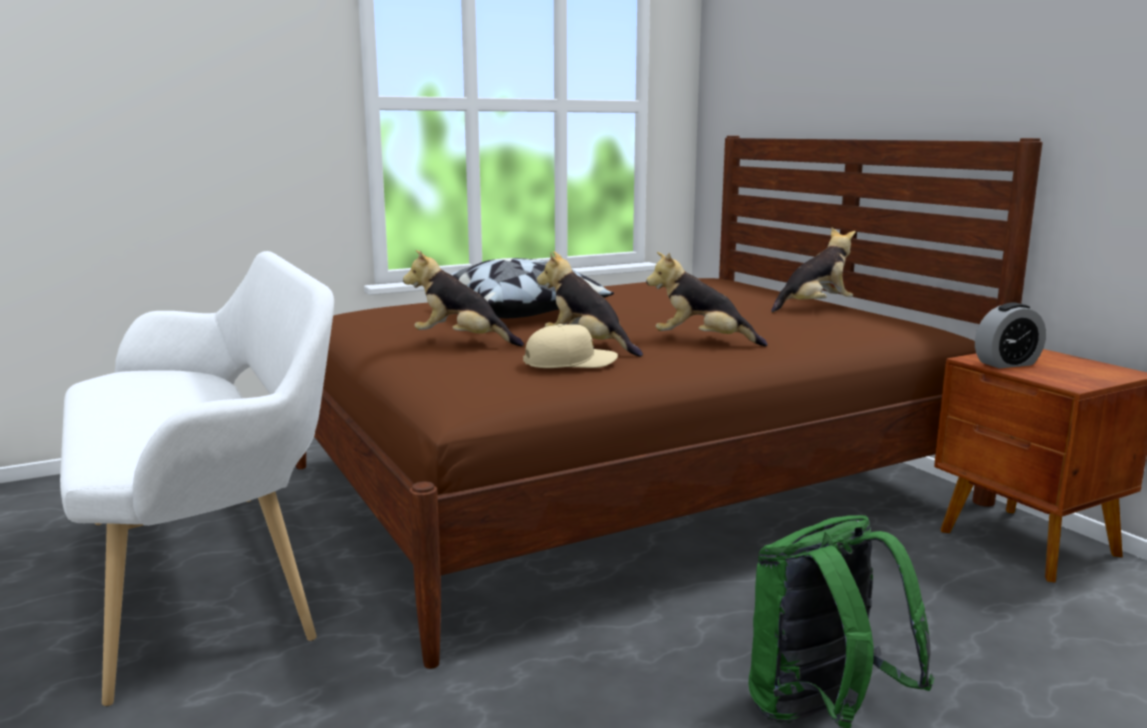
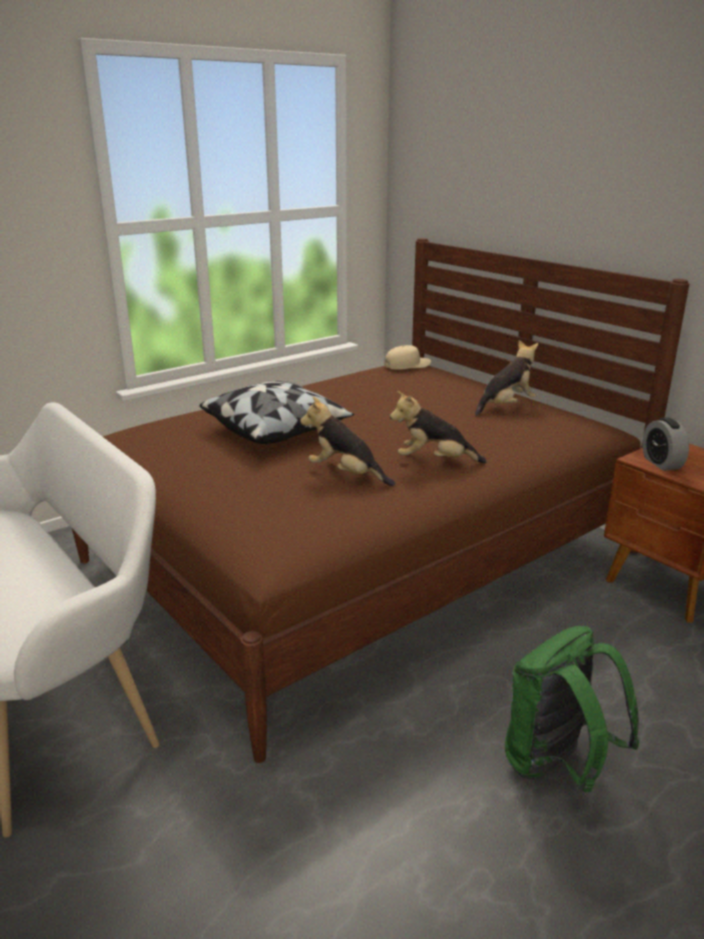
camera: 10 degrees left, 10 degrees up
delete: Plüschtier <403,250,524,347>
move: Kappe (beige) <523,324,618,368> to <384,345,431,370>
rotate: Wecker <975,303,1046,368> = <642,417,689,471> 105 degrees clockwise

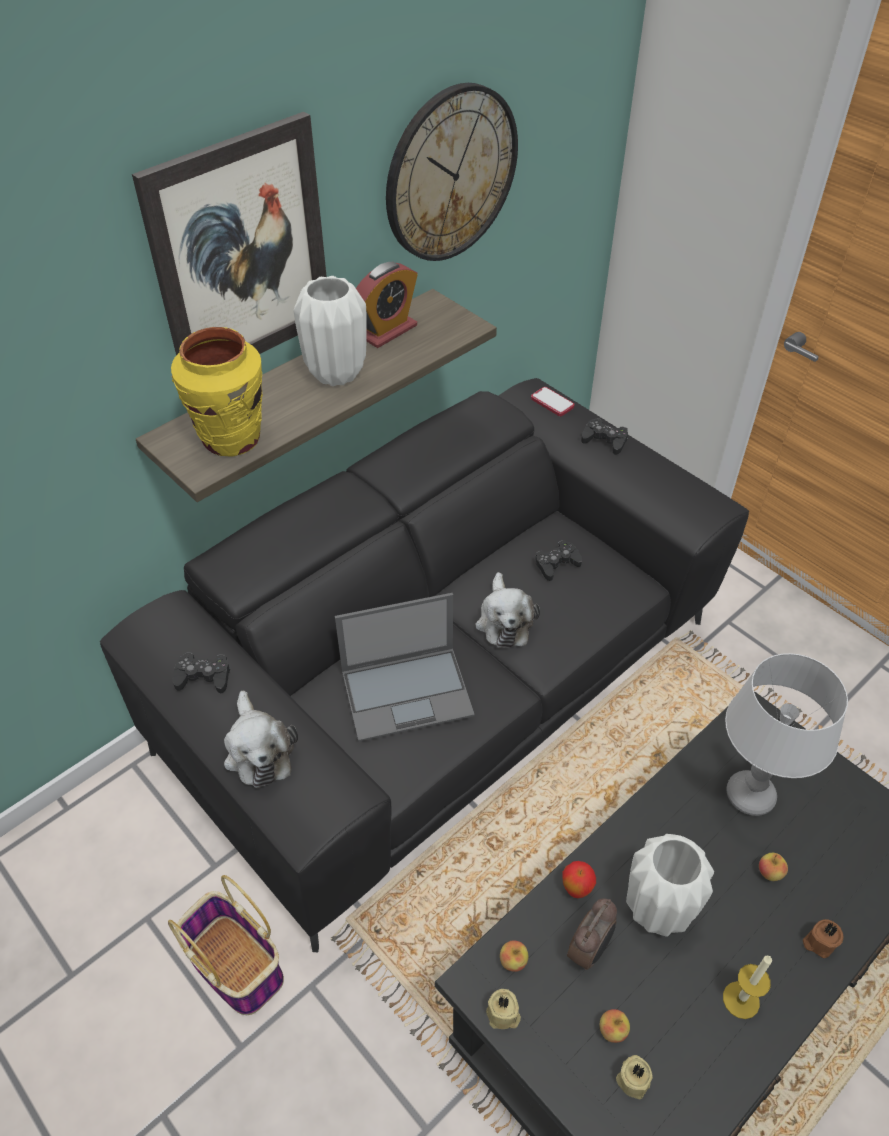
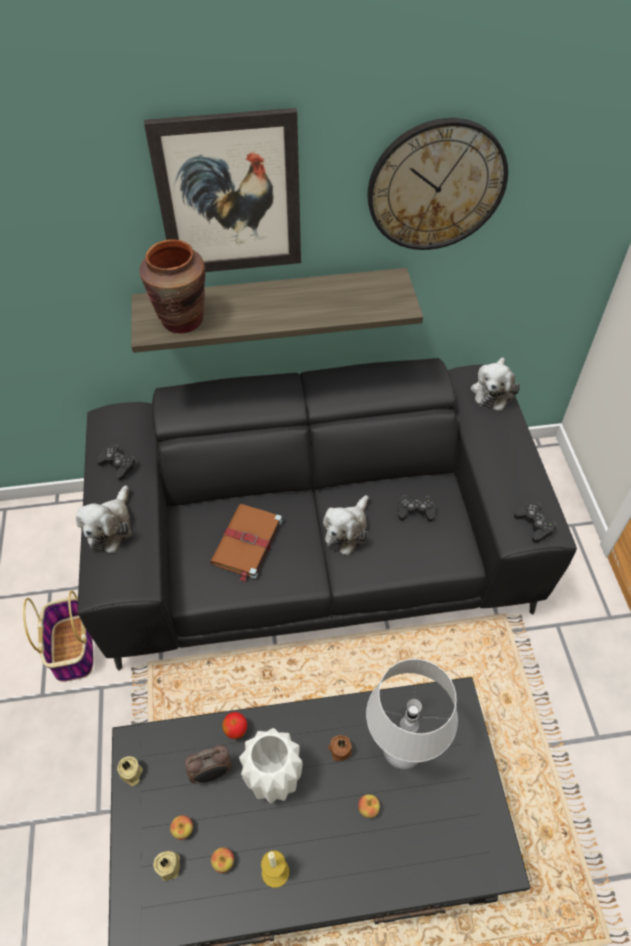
camera: 35 degrees right, 5 degrees up
delete: Vase (weiß) <294,276,367,386>; Wecker <356,262,418,348>
move: Apfel <500,940,529,972> to <211,847,234,873>; Gamepad (schwarz) <581,418,628,455> to <514,502,557,543>; Kerze (braun) <803,919,843,958> to <328,735,352,761>
replace: Laptop <335,593,475,742> to Buch (braun) <210,504,282,582>; Handy <531,387,575,416> to Plüschtier <471,357,520,411>
recolor: Vase (gelb) <171,327,263,457> to Vase (braun) <140,239,205,334>

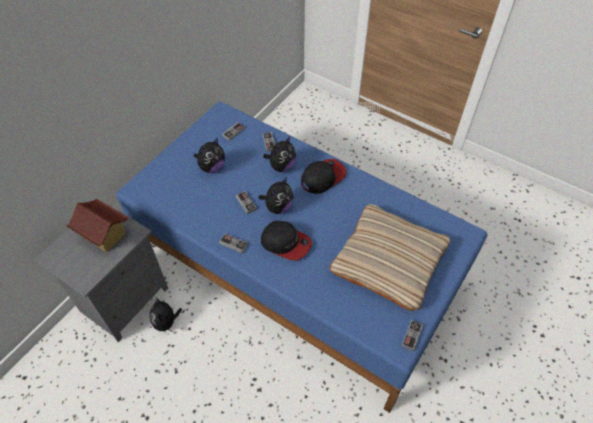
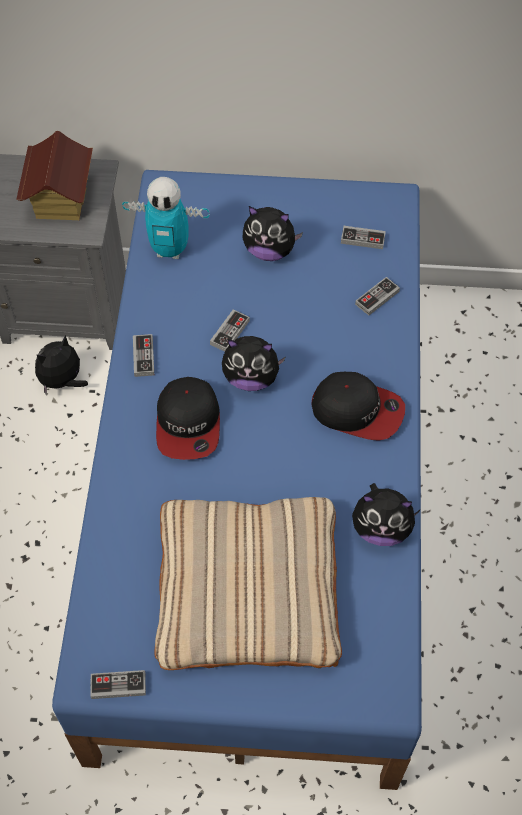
camera: 60 degrees right, 5 degrees up
insert: Spielzeugroboter <122,177,209,259>
move: Plüschtier <263,137,296,172> to <352,483,421,546>

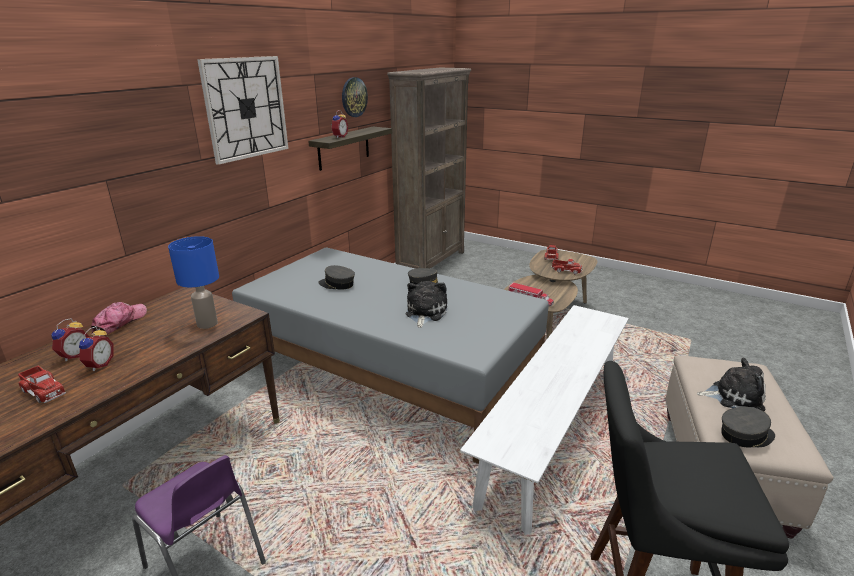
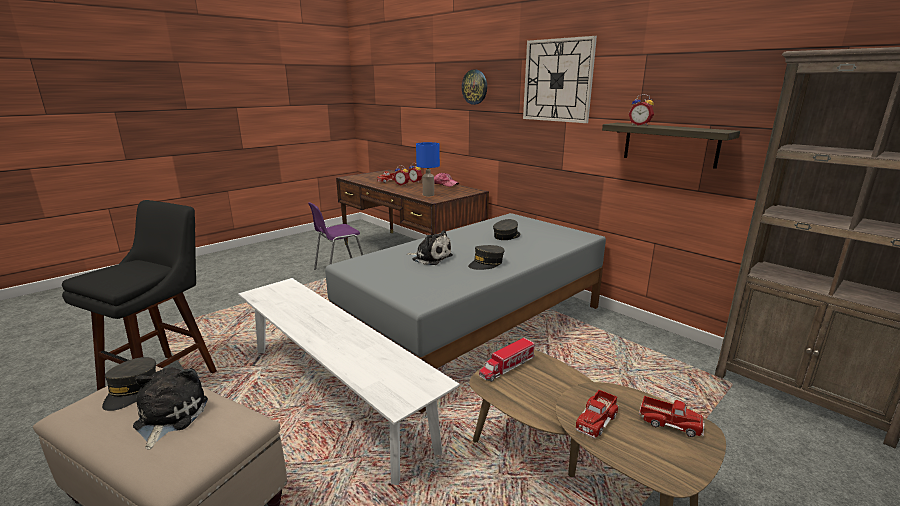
camera: 105 degrees right, 5 degrees down
move: Wanduhr <342,77,368,117> to <462,70,487,105>
rotate: Plüschtier <697,358,766,411> = <133,367,208,449> 150 degrees clockwise

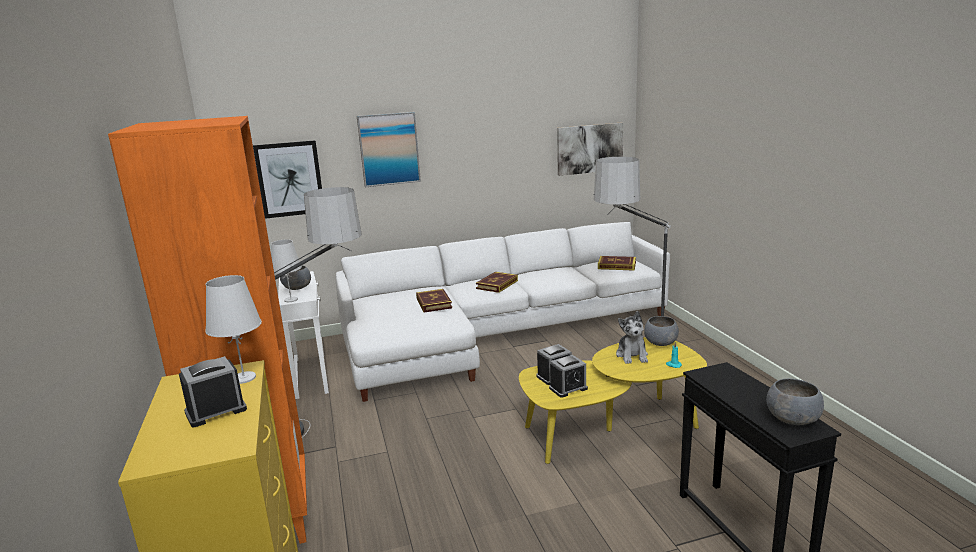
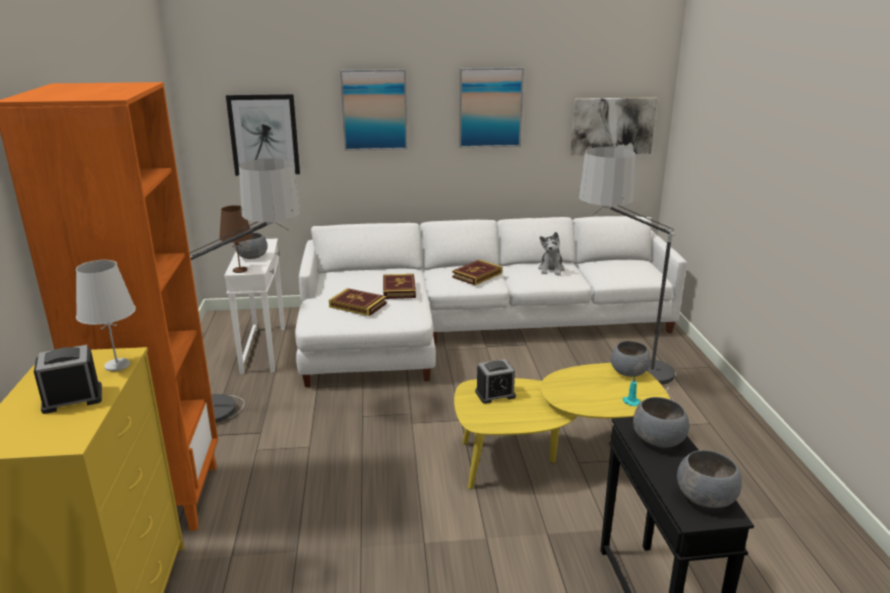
camera: 10 degrees right, 5 degrees up
delete: Wecker <549,355,588,398>
insert: Bild <459,67,524,148>; Schüssel (grau) <633,397,689,448>
move: Buch <598,256,636,271> to <329,288,387,316>; Plüschtier <616,311,648,364> to <538,232,565,275>
recolor: Tischlampe (weiß) <271,239,302,302> to Tischlampe (braun) <219,205,253,273>

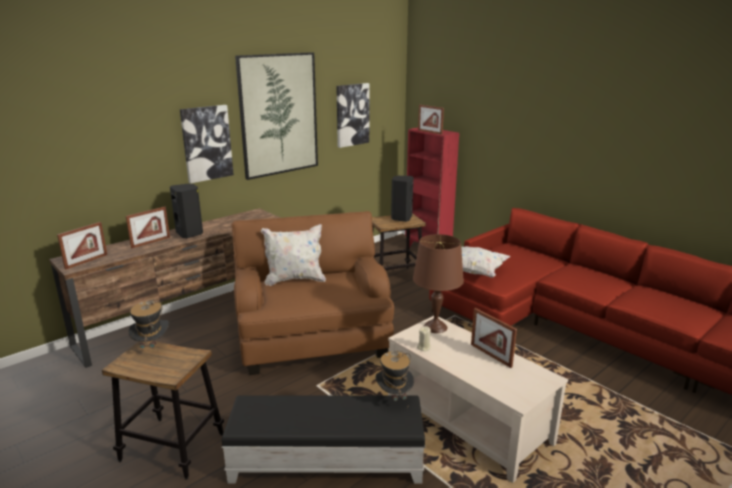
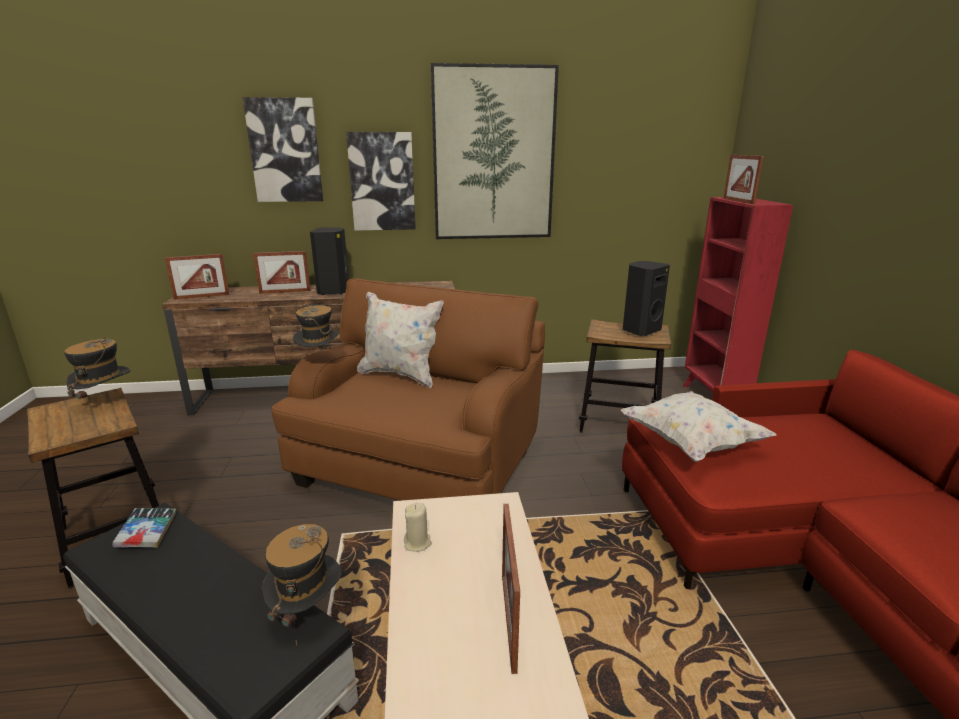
camera: 35 degrees right, 0 degrees up
delete: Tischlampe (braun) <413,234,464,333>
insert: Buch <112,508,176,548>; Hut <293,304,340,352>
move: Bild <336,83,369,148> to <243,97,323,202>

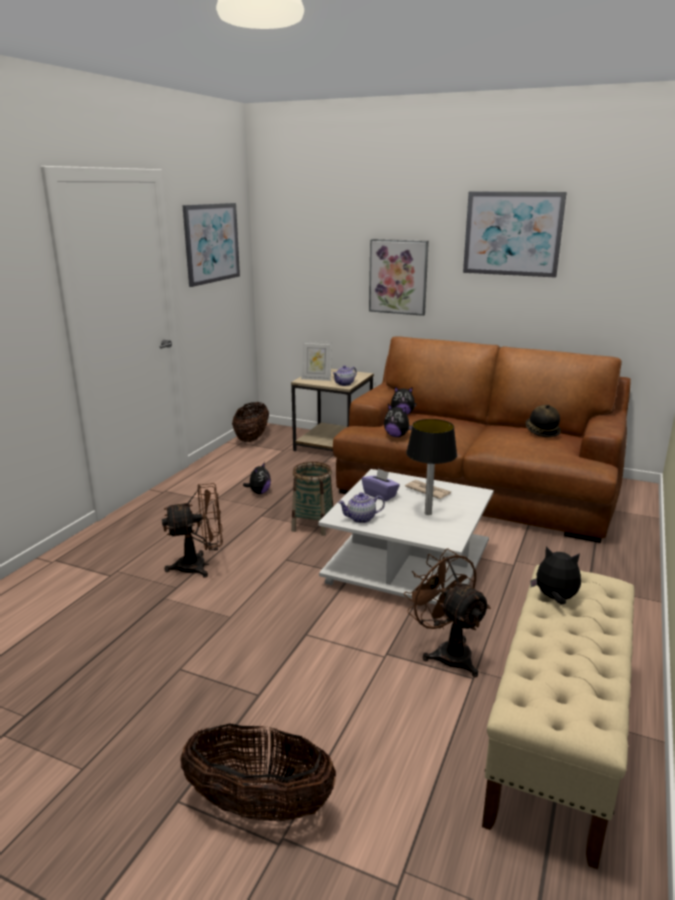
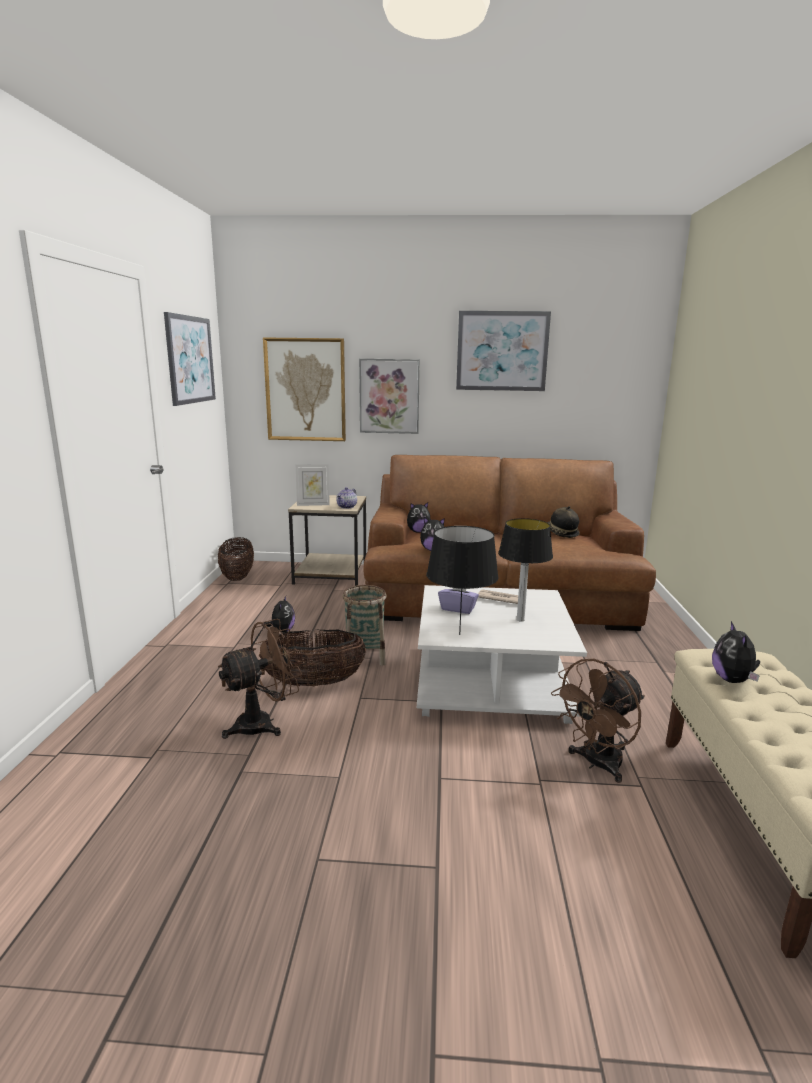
camera: 20 degrees left, 5 degrees down
insert: Bild <263,337,346,441>
move: Korb <180,723,336,822> to <259,629,366,687>
replace: Teekanne <338,492,385,523> to Tischlampe (schwarz) <426,526,499,635>
rotate: Ventilator (braun) <404,548,491,677> = <551,659,645,783> 75 degrees counterclockwise; Plüschtier <530,546,581,605> = <712,621,760,683> 90 degrees counterclockwise

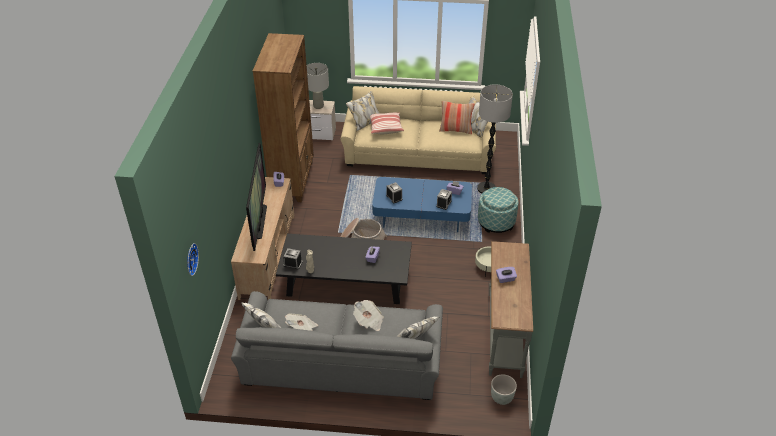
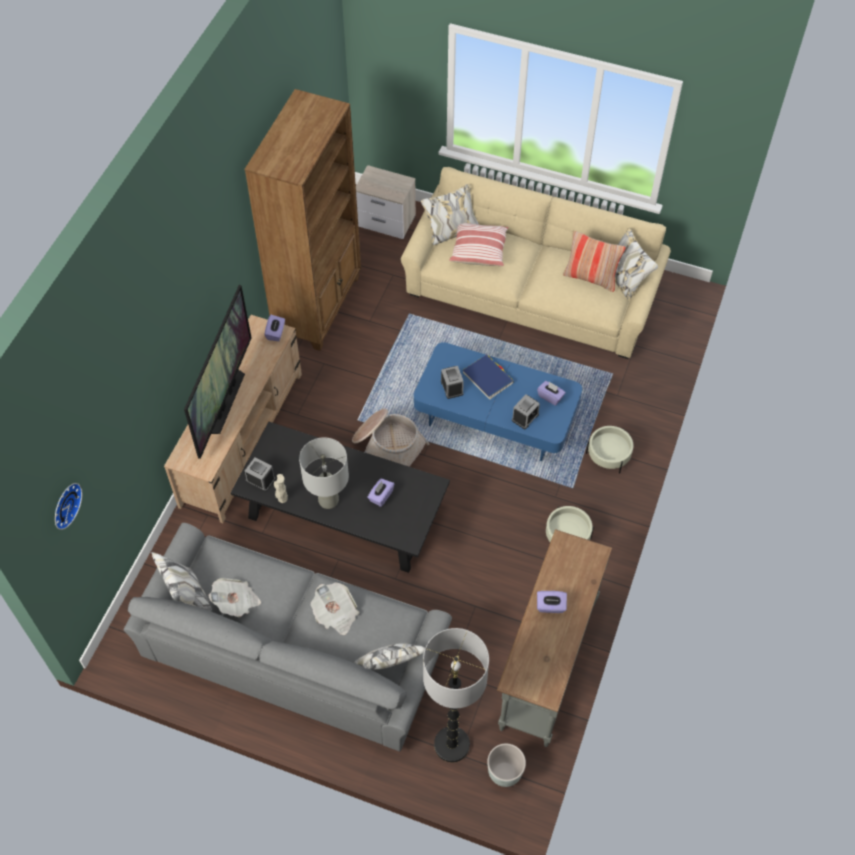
camera: 15 degrees right, 15 degrees up
insert: Buch (blau) <463,355,514,400>
move: Tischlampe (grau) <307,63,329,109> to <299,437,349,509>; Stehlampe <477,84,513,194> to <423,628,489,762>
replace: Polsterhocker <478,187,518,233> to Pflanzkübel (beige) <586,426,634,474>

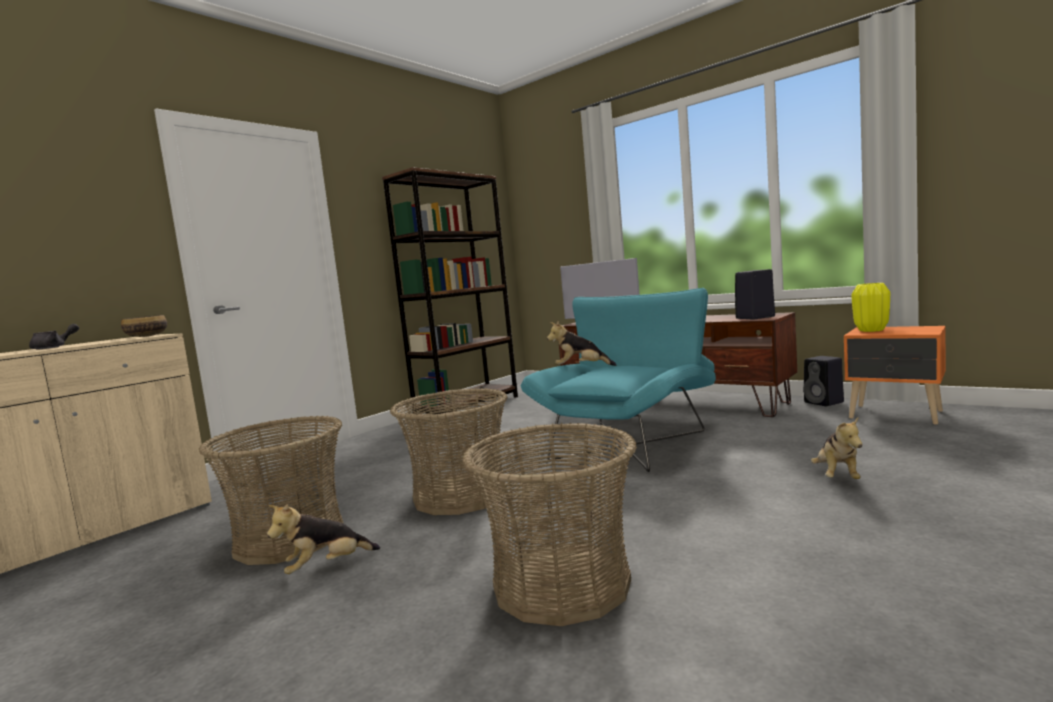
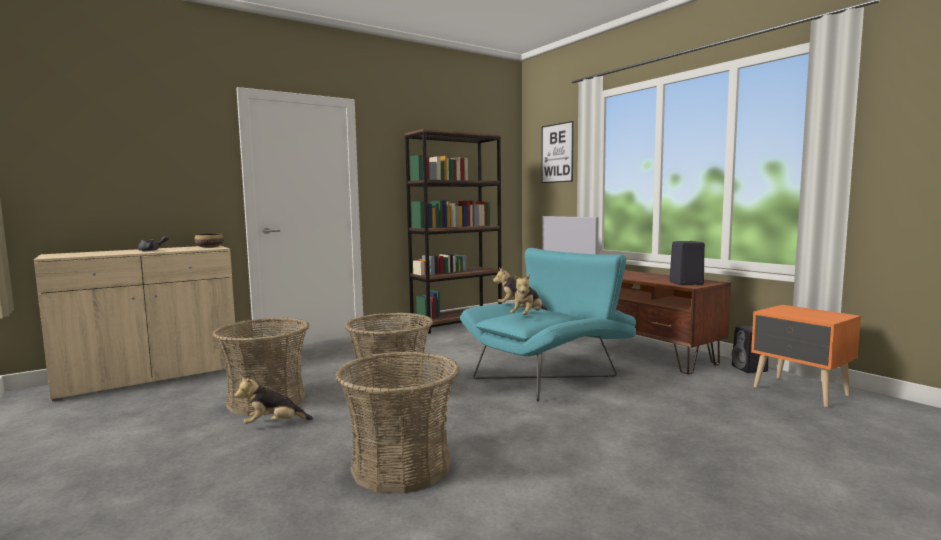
camera: 15 degrees right, 0 degrees up
delete: Vase (gelb) <851,283,890,332>
insert: Bild <542,121,574,183>
move: Plüschtier <811,417,862,479> to <510,274,542,315>

